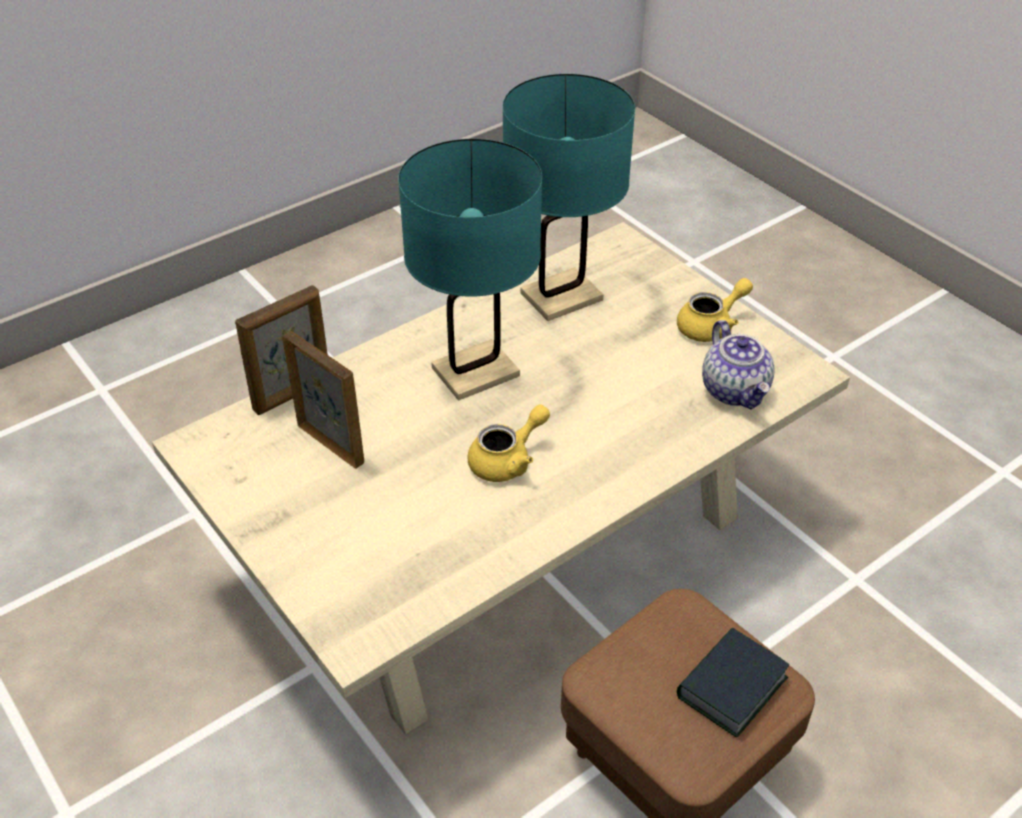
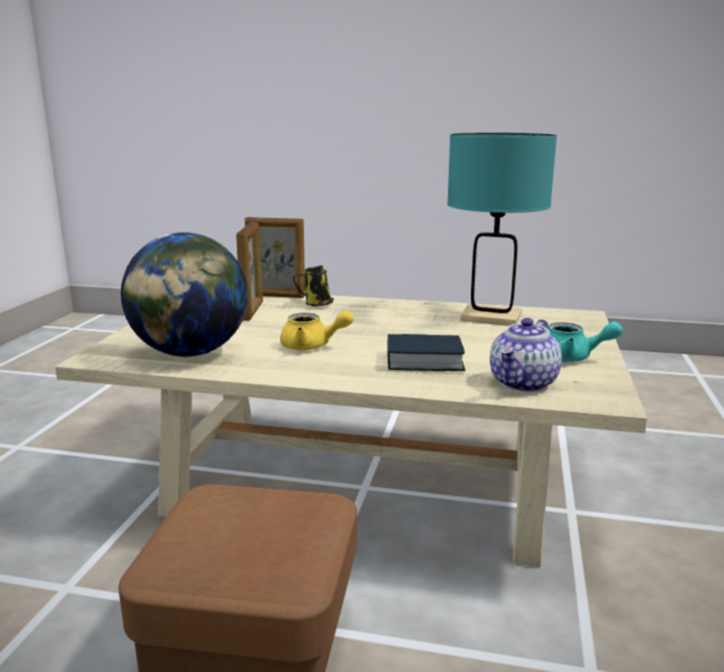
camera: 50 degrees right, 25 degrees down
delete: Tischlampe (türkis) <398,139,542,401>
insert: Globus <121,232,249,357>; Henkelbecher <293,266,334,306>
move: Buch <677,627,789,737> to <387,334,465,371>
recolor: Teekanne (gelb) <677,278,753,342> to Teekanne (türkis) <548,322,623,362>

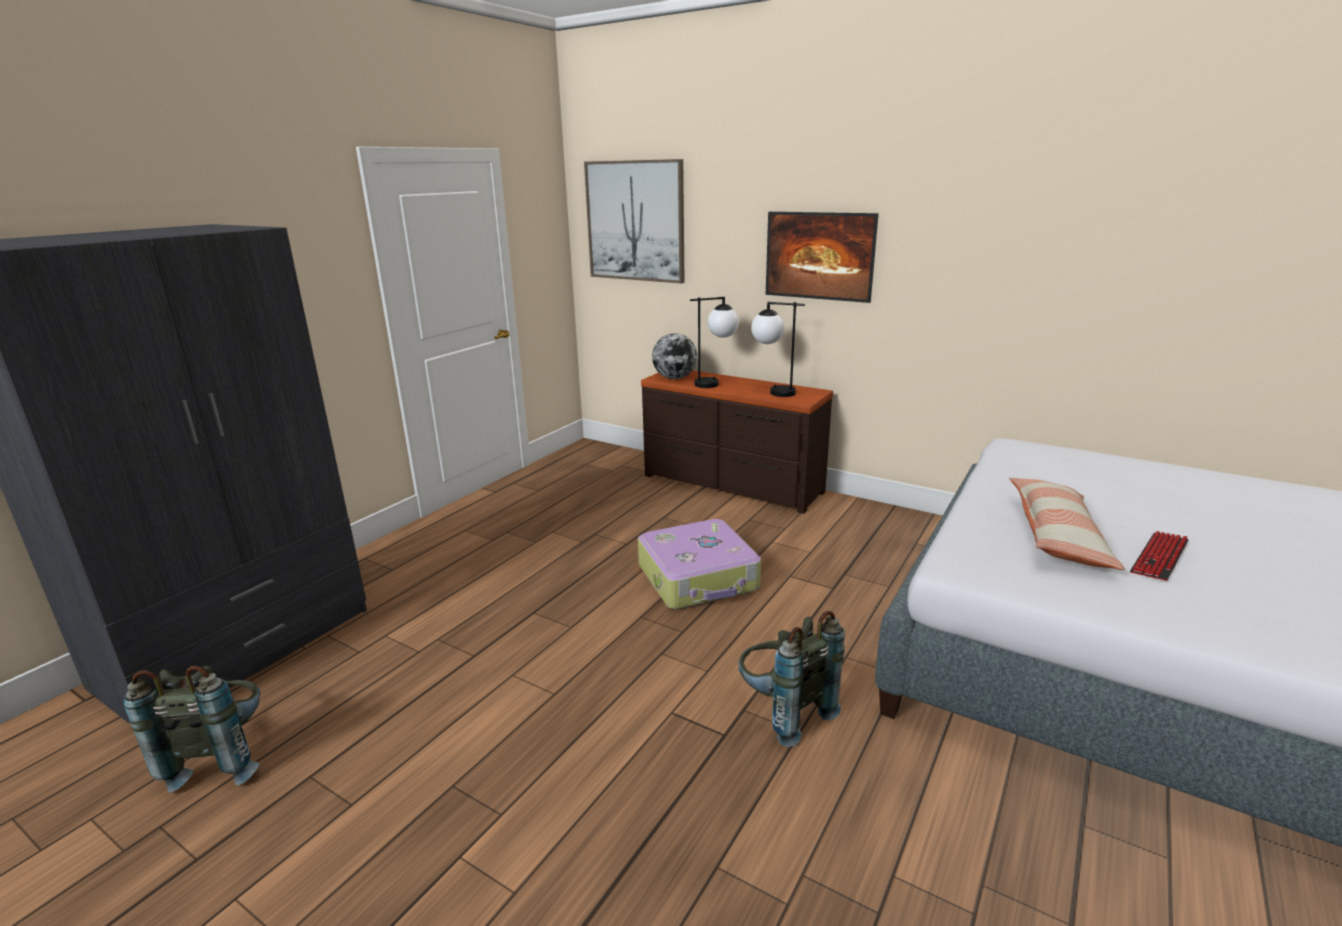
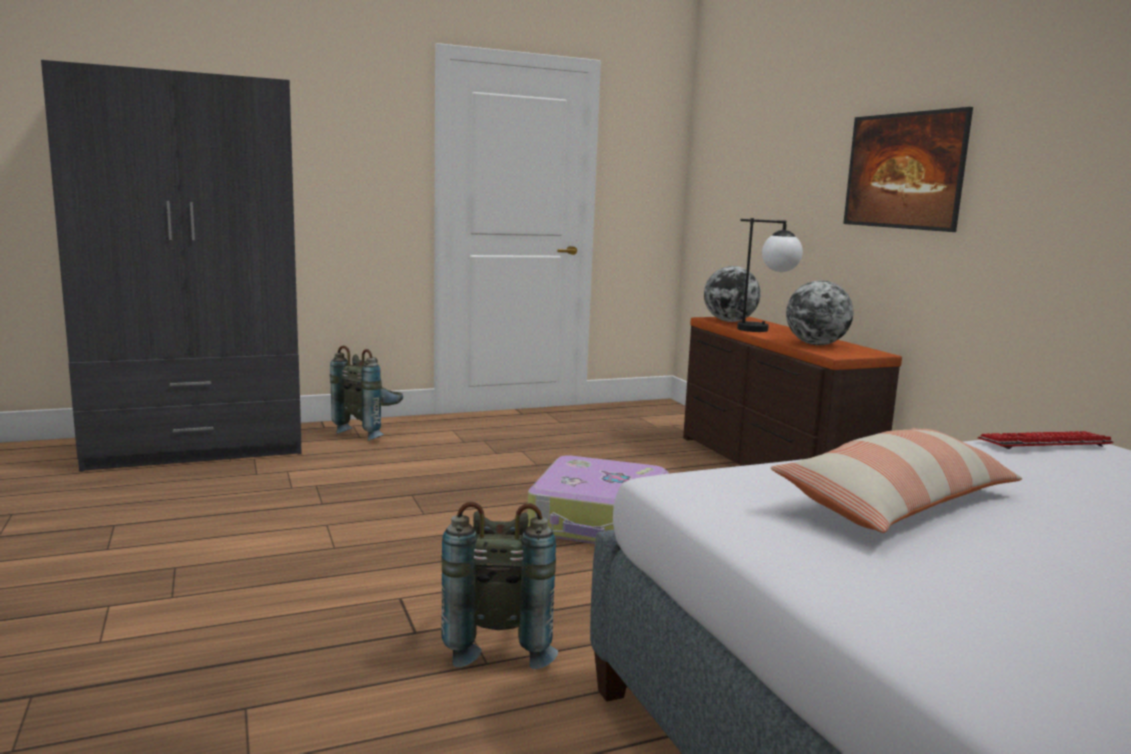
camera: 35 degrees right, 10 degrees down
delete: Bild <584,159,685,283>
move: Rucksack (grau) <124,665,260,793> to <330,345,403,441>; Tastatur <1130,531,1189,581> to <978,431,1113,449>
replace: Tischlampe <751,302,805,397> to Globus <786,280,853,345>

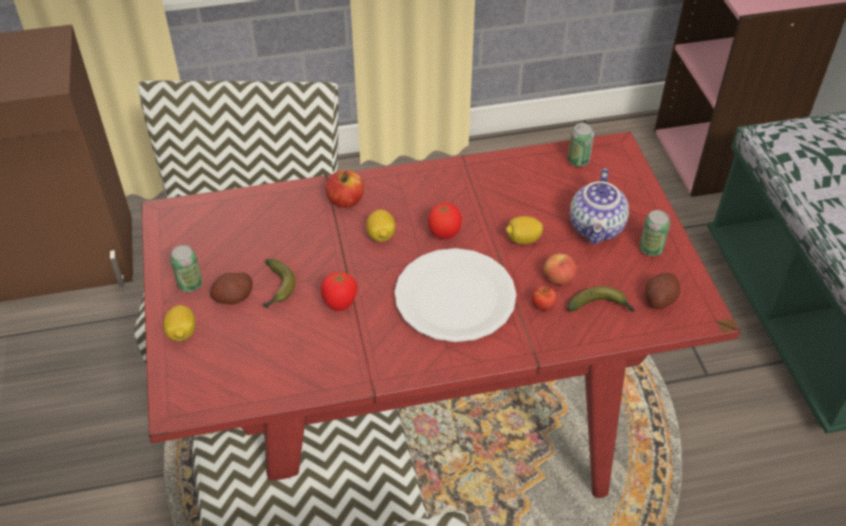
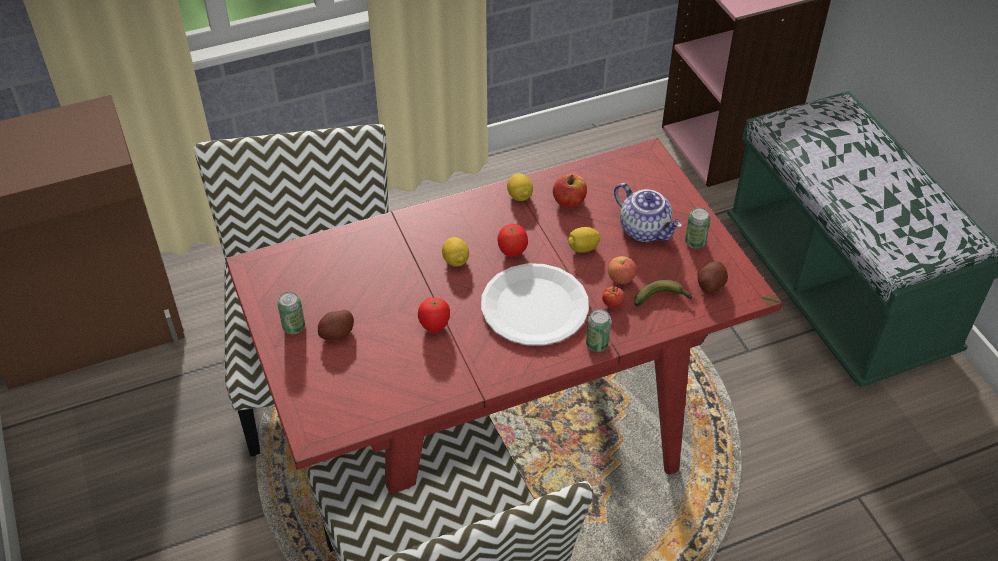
camera: 10 degrees left, 0 degrees up
delete: Banane <263,259,296,308>
move: Zitrone <163,305,195,341> to <507,173,533,201>; Apfel <325,170,364,208> to <553,174,587,208>; Dose <568,123,594,167> to <586,309,611,352>
rotate: Teekanne <570,168,629,244> = <614,183,682,242> 45 degrees counterclockwise

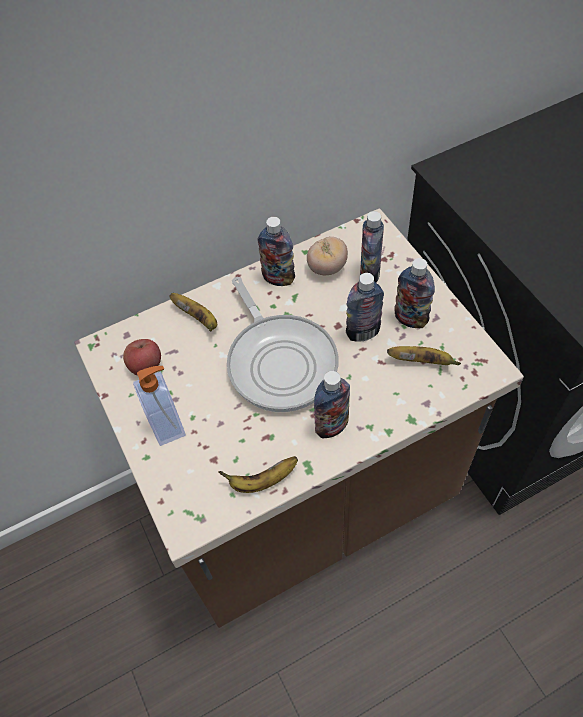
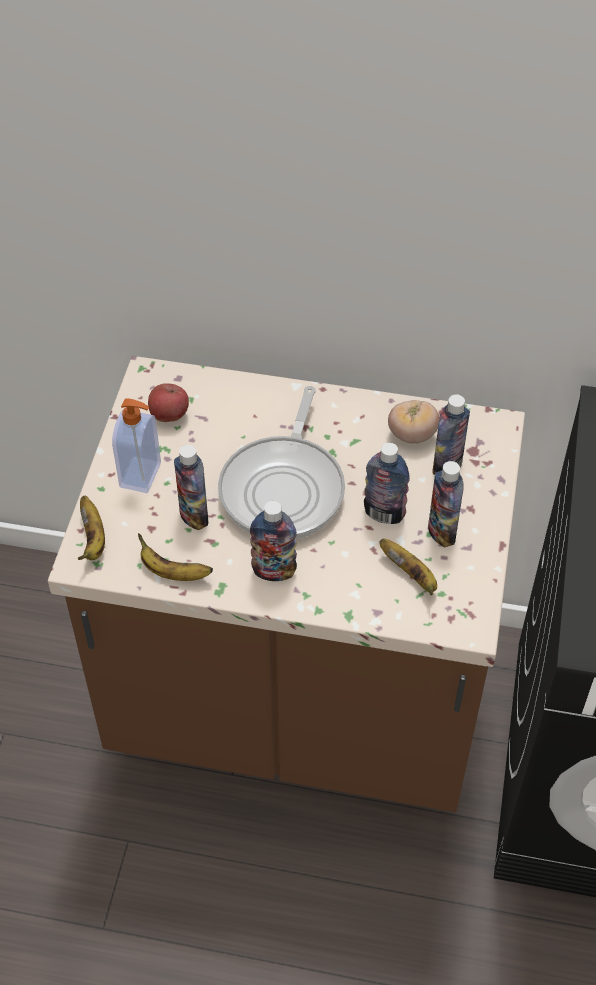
camera: 35 degrees right, 5 degrees down
move: Banane <170,293,217,331> to <78,496,105,560>; Flasche <257,217,295,286> to <174,445,208,530>

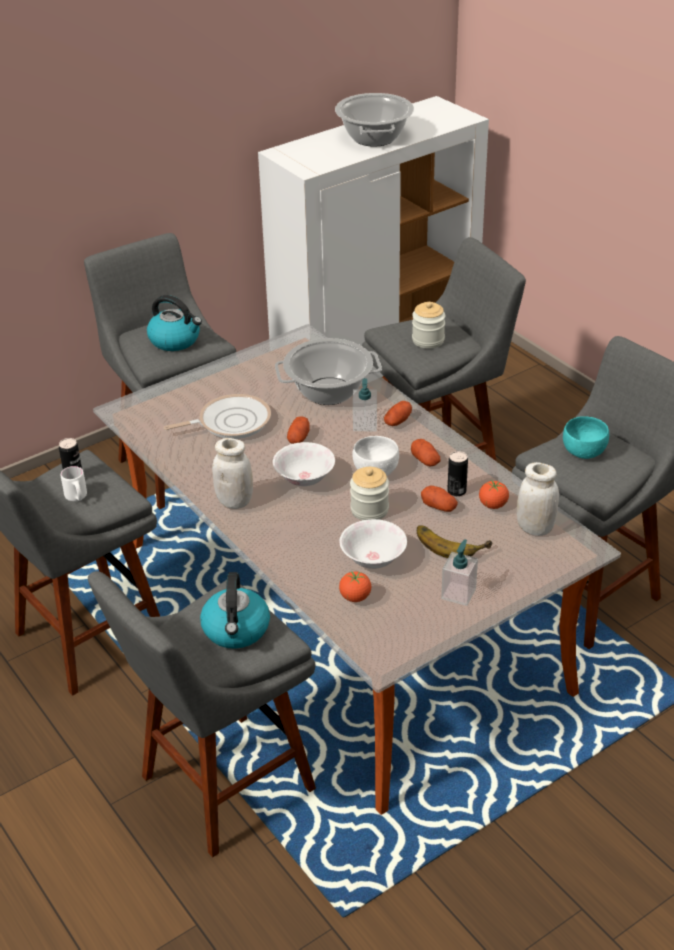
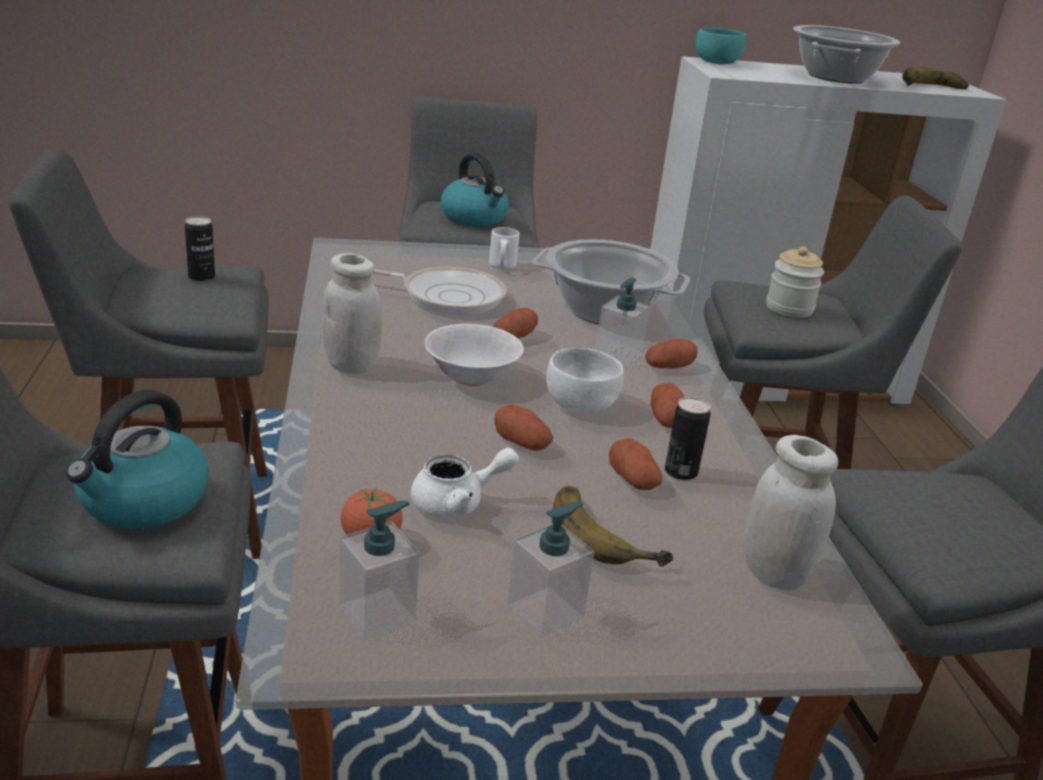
camera: 25 degrees right, 10 degrees down
delete: Tomate <479,480,509,509>
insert: Seifenspender <339,501,420,639>; Banane <902,67,969,89>
move: Henkelbecher (weiß) <61,466,87,502> to <489,227,520,269>; Schüssel (türkis) <563,416,609,459> to <696,28,746,65>
replace: Schüssel (weiß) <340,519,407,569> to Teekanne (weiß) <410,447,519,518>; Vorratsglas <350,467,389,520> to Kartoffel <495,405,553,451>

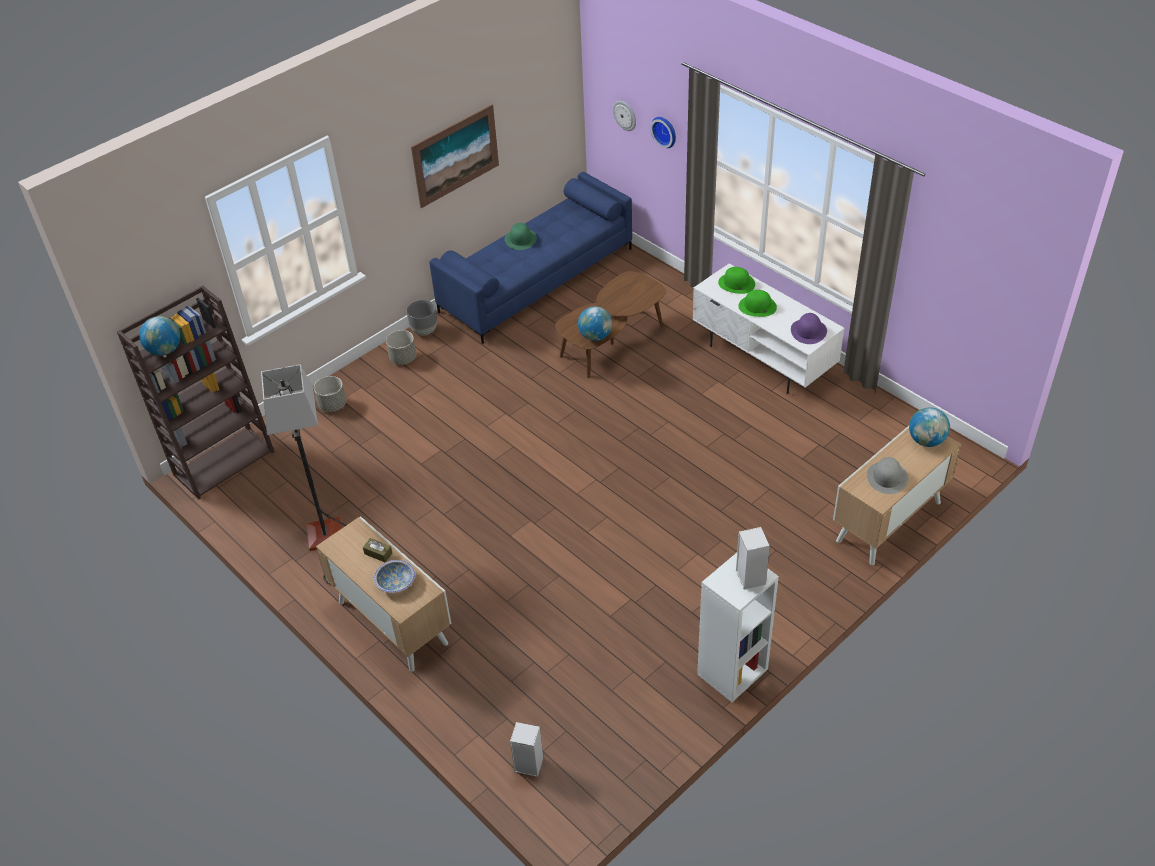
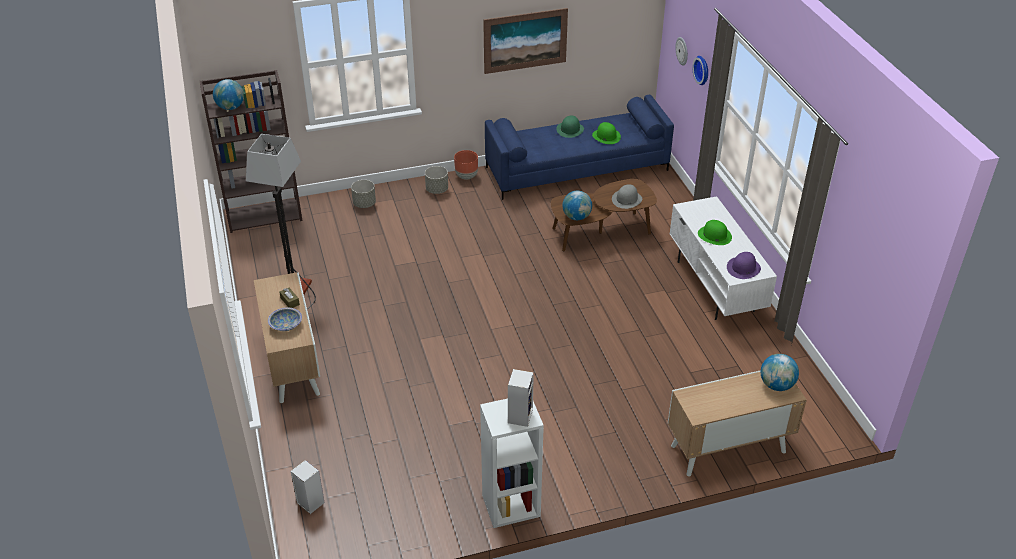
camera: 25 degrees right, 5 degrees down
move: Hut (grün) <718,267,755,294> to <592,122,621,144>; Hut (grau) <867,457,908,494> to <612,184,642,209>
recolor: Pflanzkübel (grau) <407,300,437,336> to Pflanzkübel (braun) <454,150,478,180>

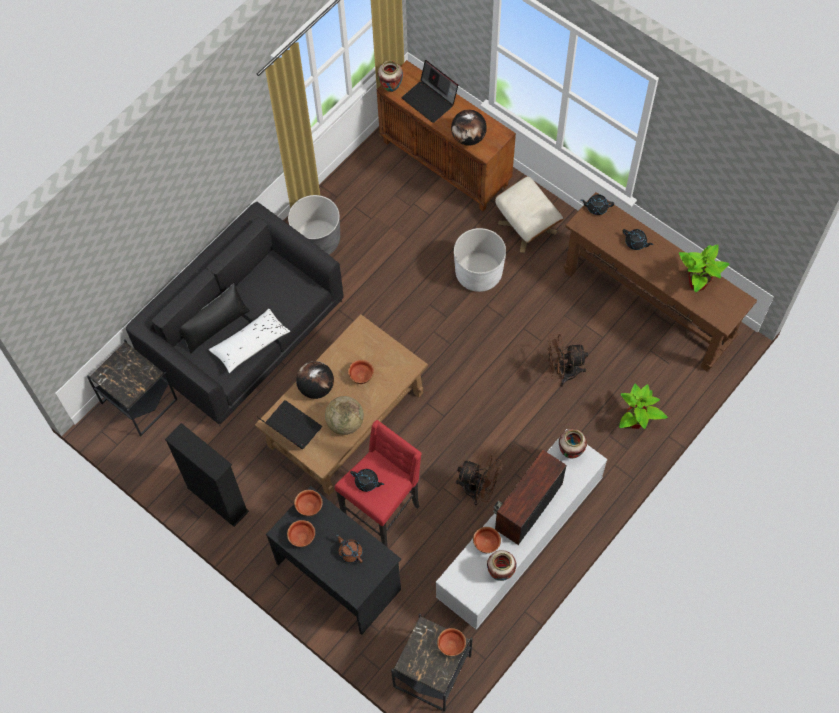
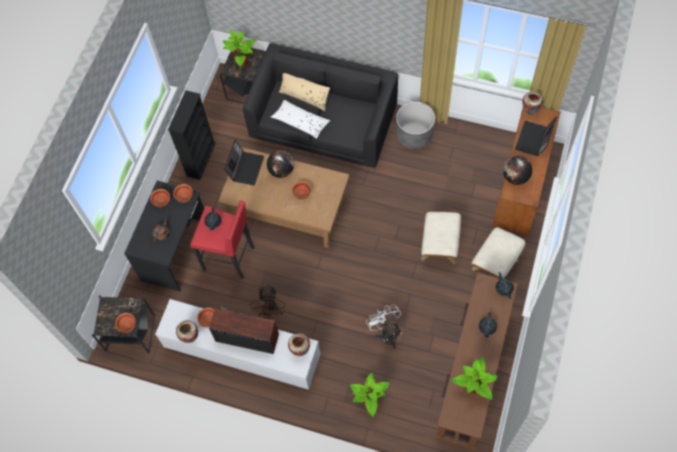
camera: 70 degrees right, 0 degrees up
delete: Globus <325,396,364,435>
insert: Topfpflanze <223,30,256,67>
replace: Pflanzkübel (weiß) <454,228,506,292> to Polsterhocker (beige) <420,211,461,265>
recolor: Kissen (schwarz) <179,283,250,354> to Kissen (beige) <279,73,330,111>; Ventilator (braun) <547,334,588,387> to Ventilator (weiß) <366,304,402,350>

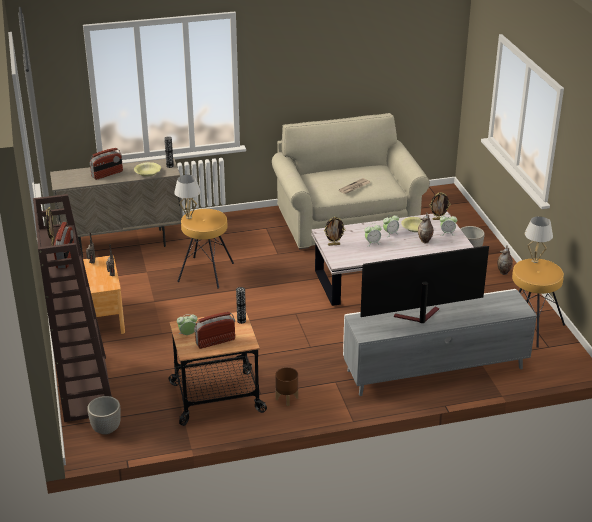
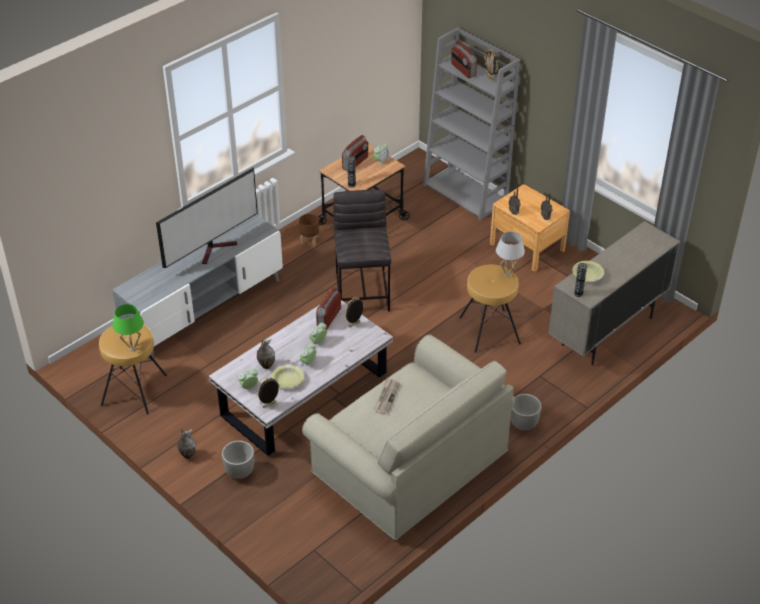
camera: 150 degrees right, 10 degrees up
insert: Hocker (grau) <333,190,391,311>
move: Pflanzkübel <87,396,121,435> to <511,394,542,430>; Radio <90,148,123,180> to <316,287,341,330>
recolor: Bücherregal (braun) <33,194,112,422> to Bücherregal (grau) <423,28,520,220>; Tischlampe (weiß) <525,216,553,263> to Tischlampe (grün) <113,304,144,351>

